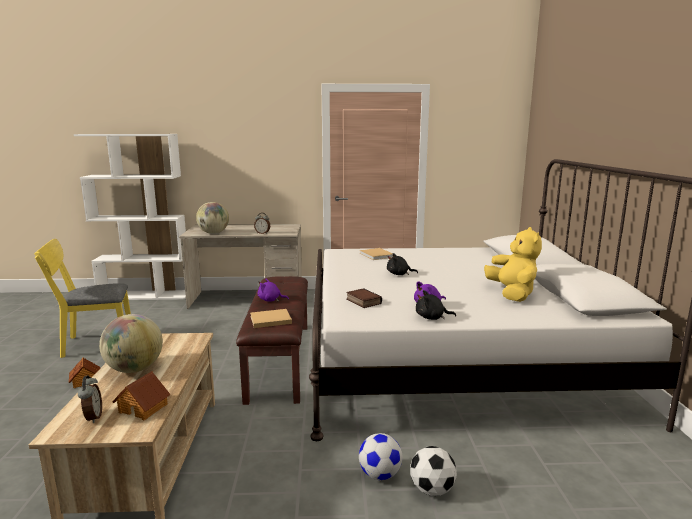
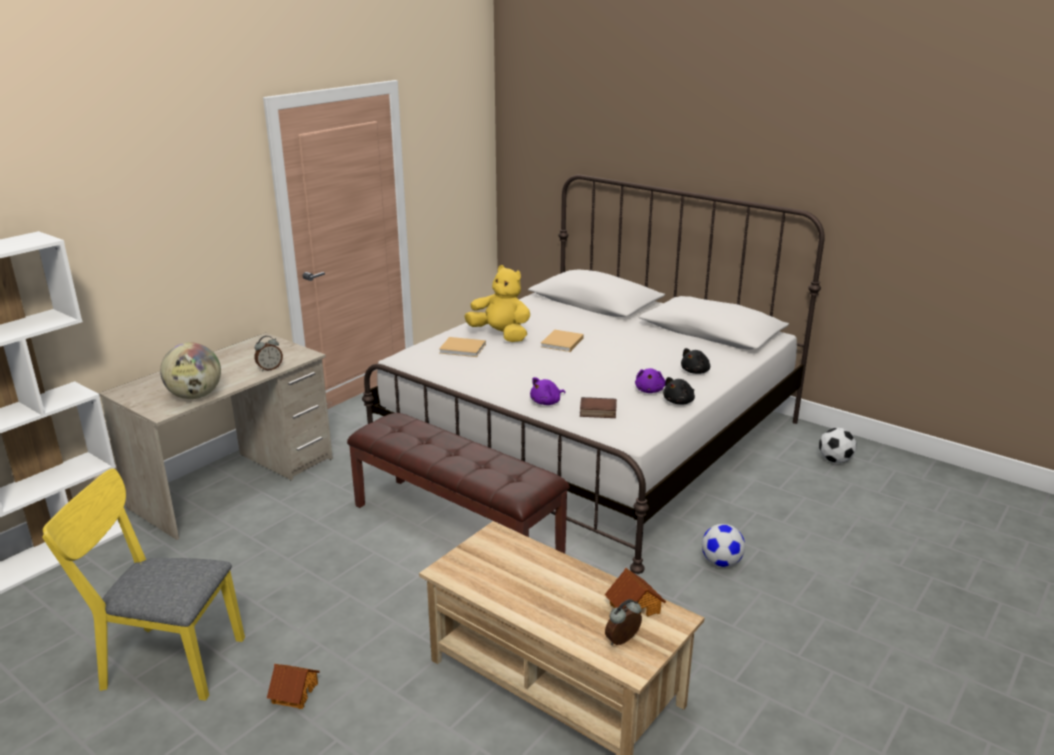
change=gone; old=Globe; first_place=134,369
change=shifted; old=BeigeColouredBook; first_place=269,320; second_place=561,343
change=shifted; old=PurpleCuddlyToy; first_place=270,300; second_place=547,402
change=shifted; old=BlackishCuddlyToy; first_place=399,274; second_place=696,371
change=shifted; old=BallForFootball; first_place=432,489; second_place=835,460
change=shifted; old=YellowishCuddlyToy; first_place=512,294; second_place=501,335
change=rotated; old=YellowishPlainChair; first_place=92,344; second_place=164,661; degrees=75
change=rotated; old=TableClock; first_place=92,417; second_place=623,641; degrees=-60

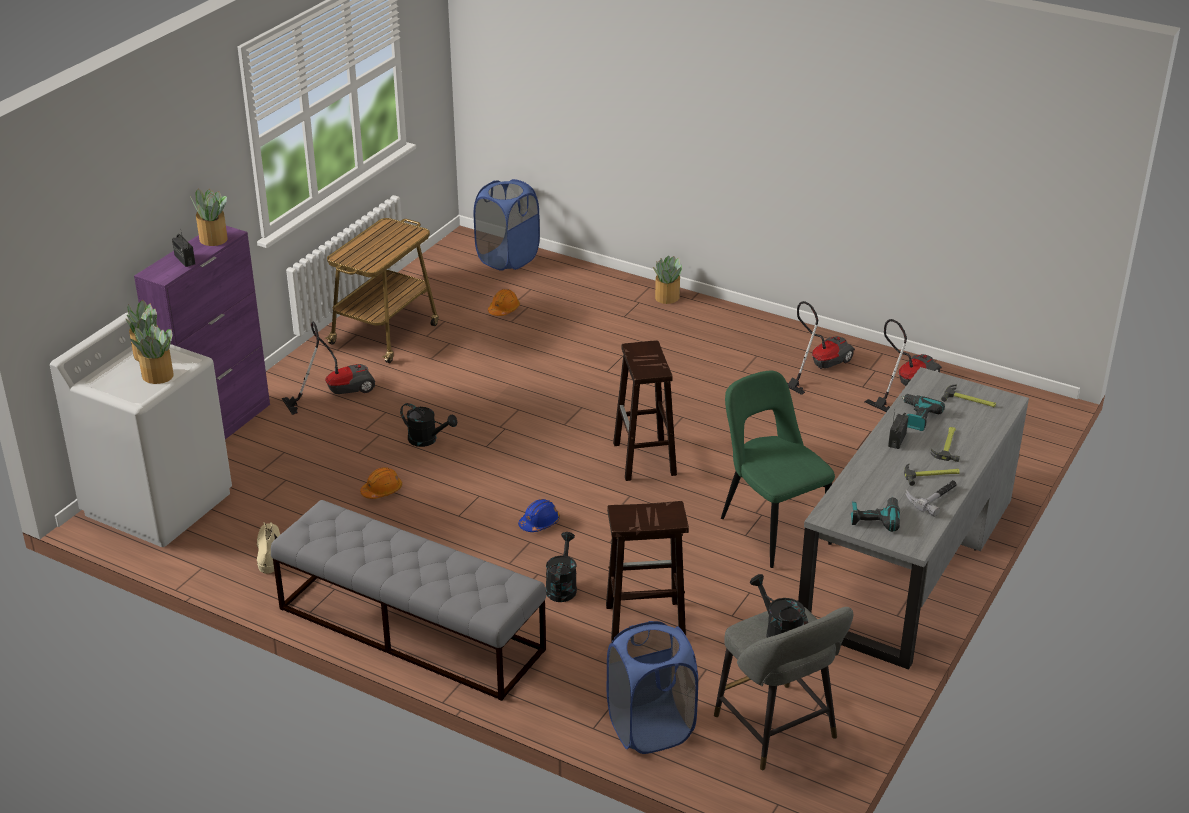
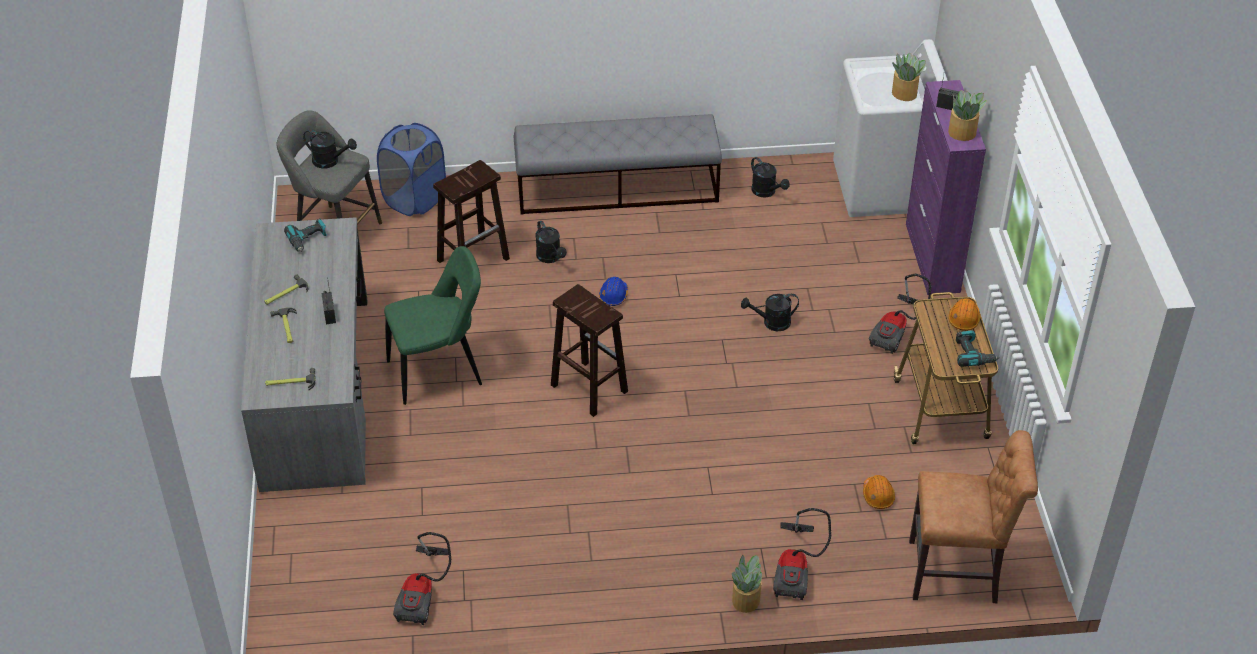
change=gone; old=PottedPlant; first_place=158,376
change=gone; old=HandHammer; first_place=932,497
change=shifted; old=OrangeColouredHardHat; first_place=382,490; second_place=963,319
change=shifted; old=Vacuum; first_place=819,366; second_place=796,570
change=shifted; old=Drill; first_place=916,417; second_place=973,354
change=swapped; old=BeigeColouredTallBoot; new=BlackishWateringPot; first_place=269,551; second_place=766,192
change=swapped; old=BluishWashingBasket; new=BrownPlainChair; first_place=507,258; second_place=958,573
change=rotated; old=GreenishPlainChair; first_place=771,529; second_place=439,372; degrees=-45

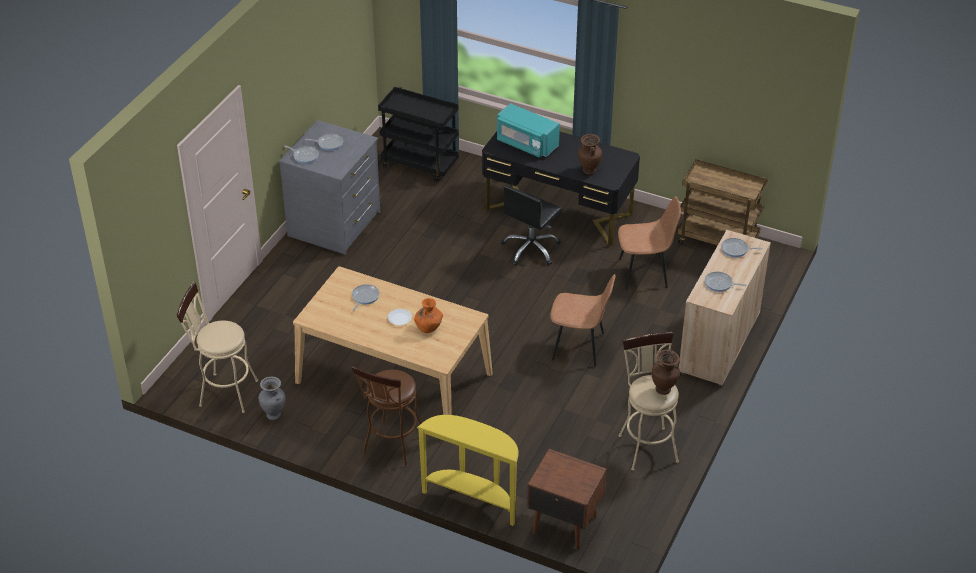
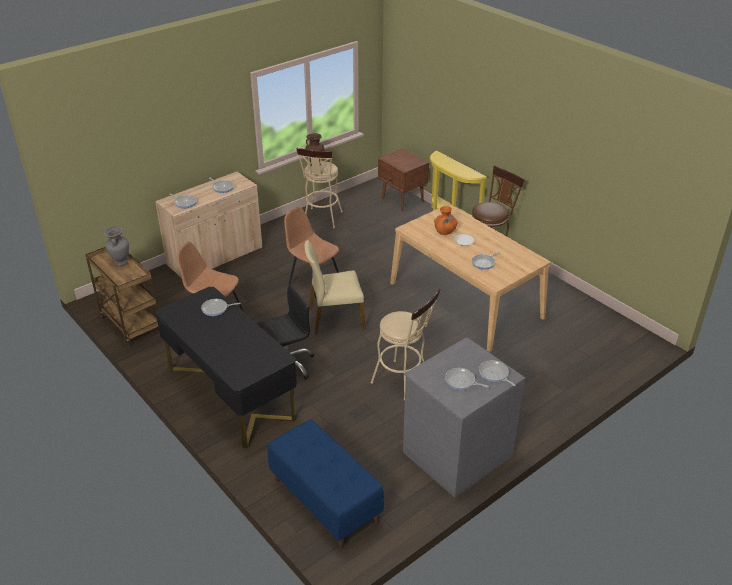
change=gone; old=TurquoiseColouredMicrowaveOven; first_place=526,143
change=new; new=BeigeColouredPlainChair; second_place=335,318
change=shifted; old=BeigeColouredStool; first_place=223,392; second_place=404,381
change=shifted; old=GreyishDecorativeVase; first_place=274,415; second_place=120,262
change=swapped; old=BlackishTrolley; new=BluishLongSeat; first_place=421,165; second_place=324,500
change=swapped; old=BrownDecorativeVase; new=Skillet; first_place=588,171; second_place=216,309

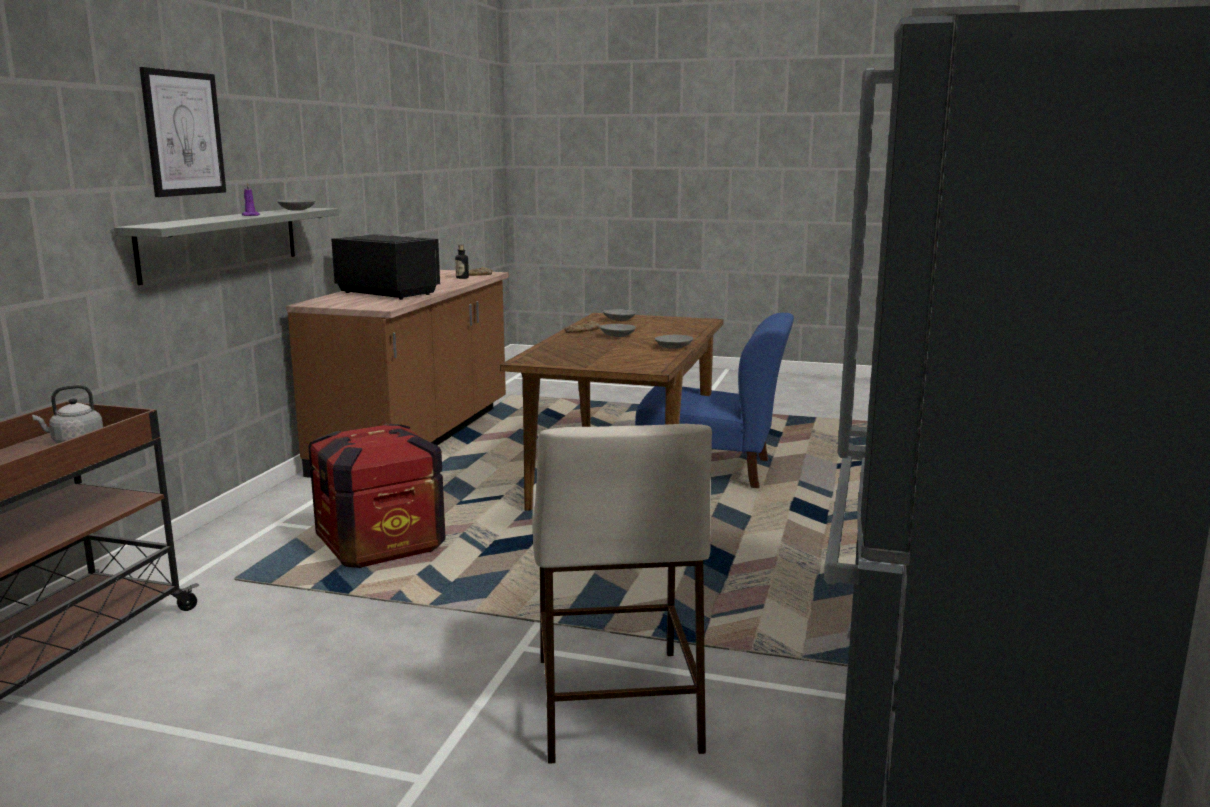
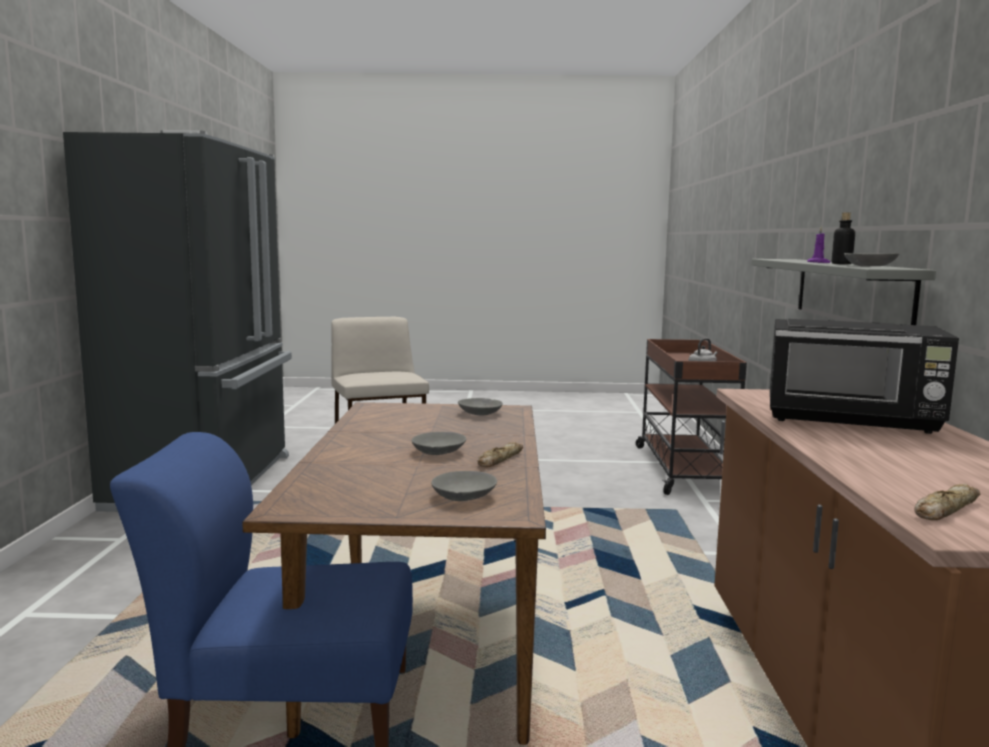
change=gone; old=WallPicture; first_place=183,133
change=gone; old=PackingCrate; first_place=380,545
change=shifted; old=Bottle; first_place=462,278; second_place=841,264
change=shifted; old=GreyishDeepDish; first_place=673,347; second_place=480,413

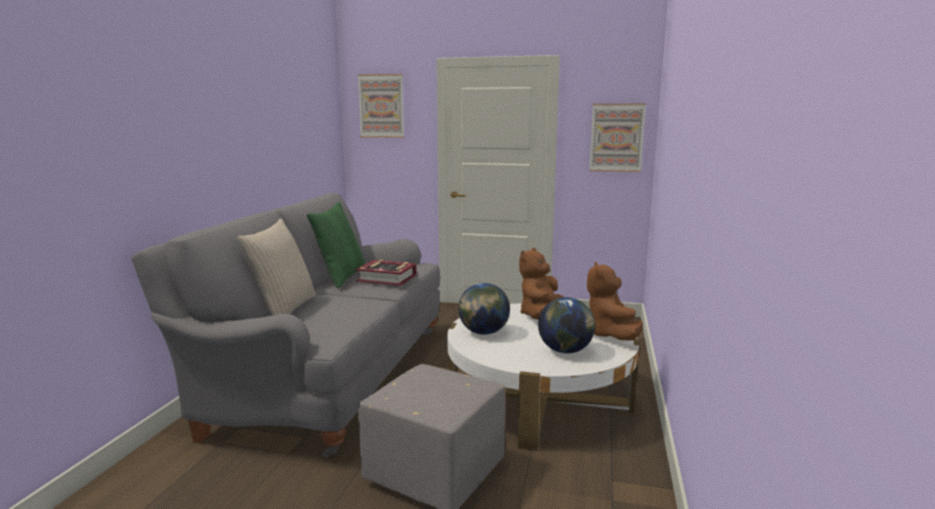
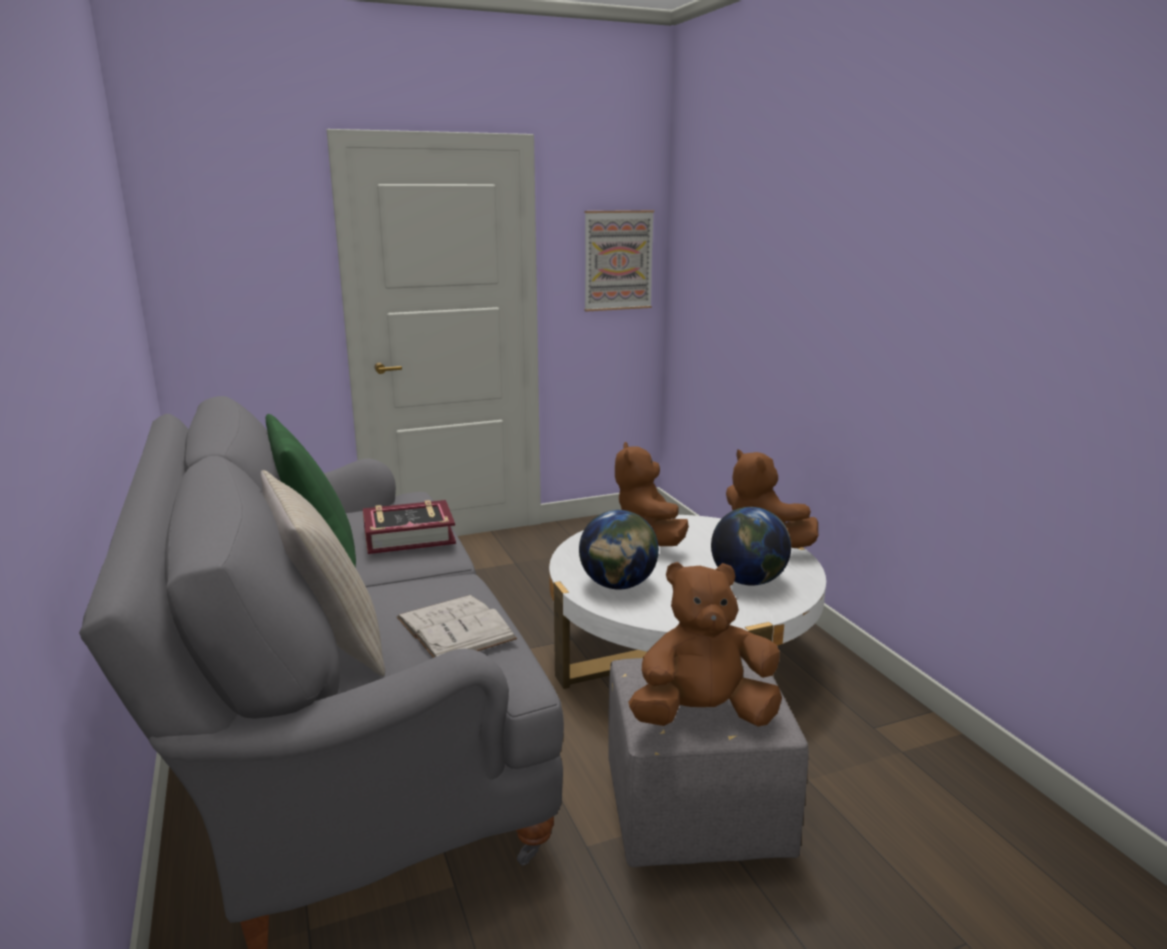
change=gone; old=WallPicture; first_place=381,106
change=new; new=WhitishBook; second_place=455,628
change=new; new=BrownCuddlyToy; second_place=703,715

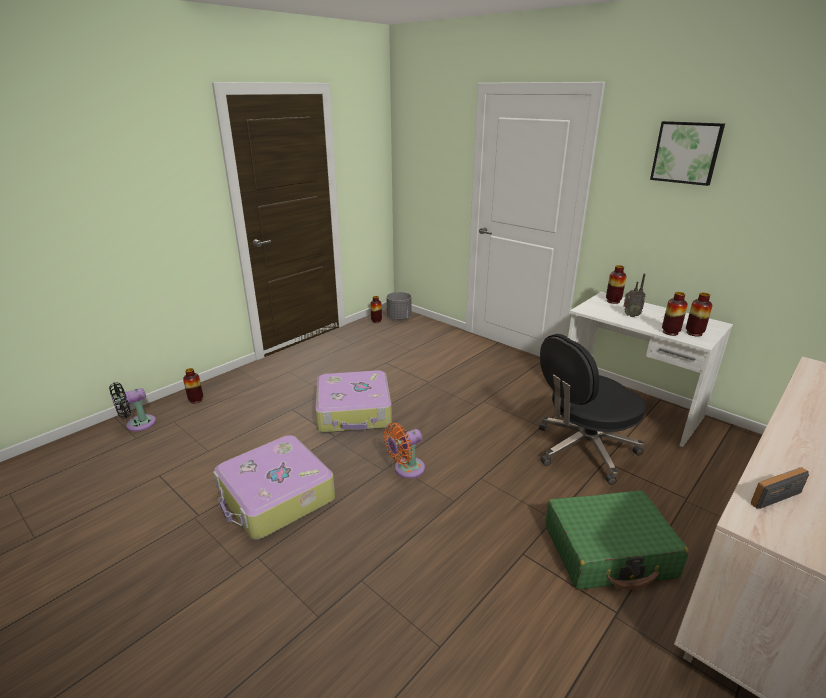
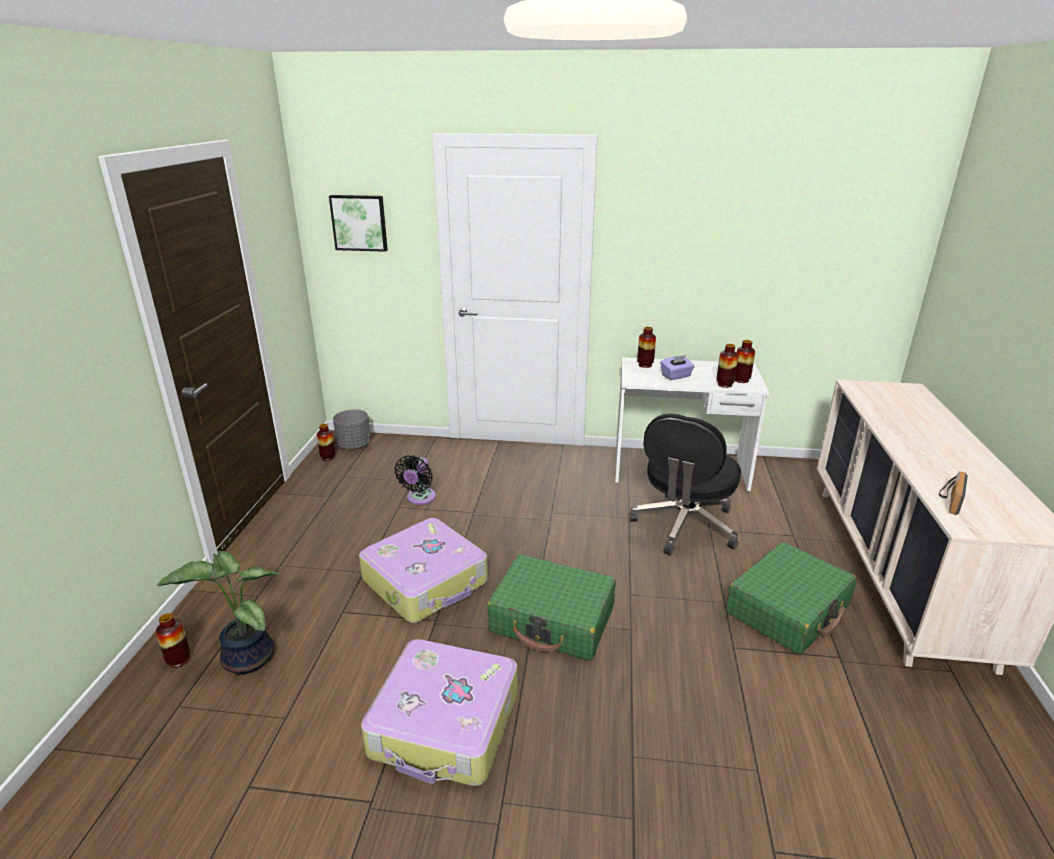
change=new; new=PottedPlant; second_place=245,658
change=shifted; old=BlackishElectricFan; first_place=137,424; second_place=419,498
change=shifted; old=WallPicture; first_place=686,152; second_place=359,222
change=swapped; old=OrangeColouredElectricFan; new=GreenishPieceOfLuggage; first_place=406,469; second_place=553,620
change=swapped; old=Radio; new=PurpleTissueHolder; first_place=630,315; second_place=676,376

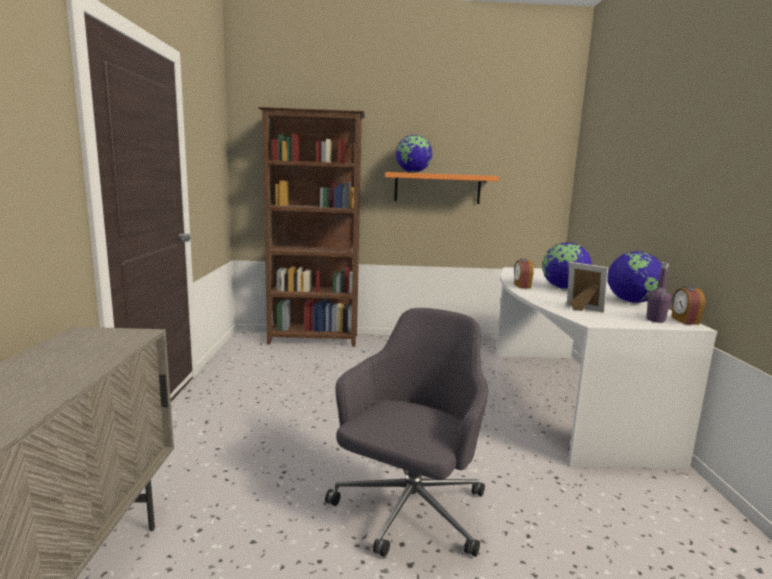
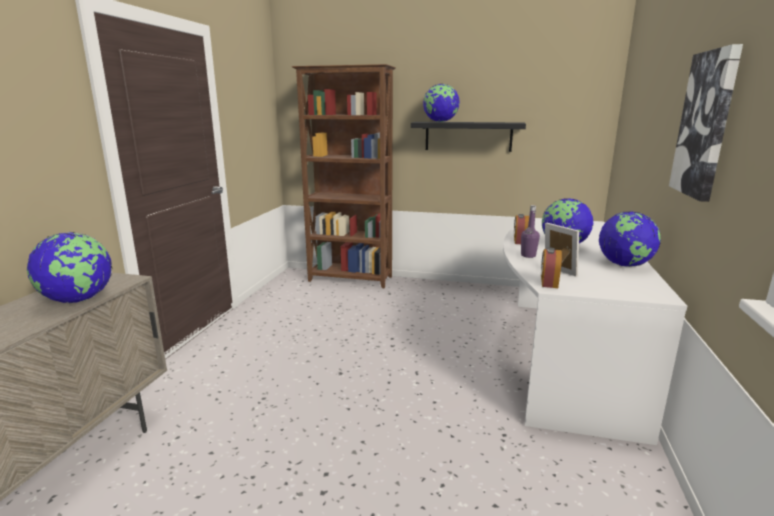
change=gone; old=GreyishDeskChair; first_place=409,511
change=new; new=Globe; second_place=78,300
change=new; new=WallPicture; second_place=706,124
change=shifted; old=PurpleBottle; first_place=655,320; second_place=528,255
change=shifted; old=TableClock; first_place=684,321; second_place=548,283
change=repainted; old=OrangeColouredShelf; new=BlackishShelf; first_place=437,188; second_place=468,136

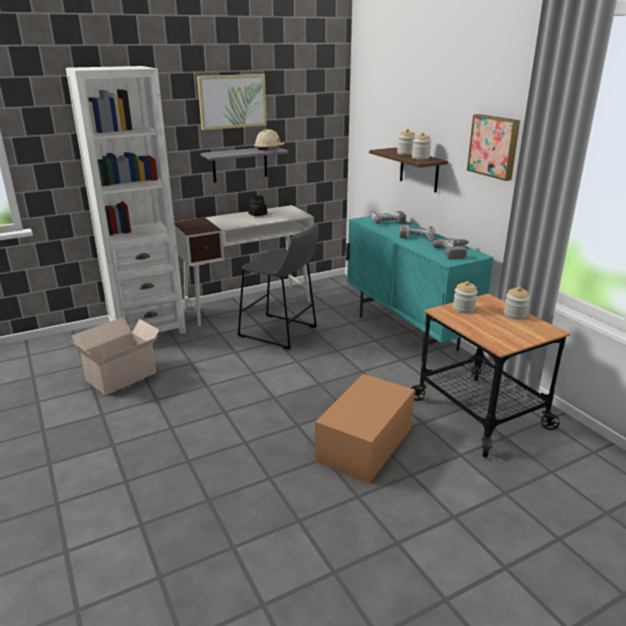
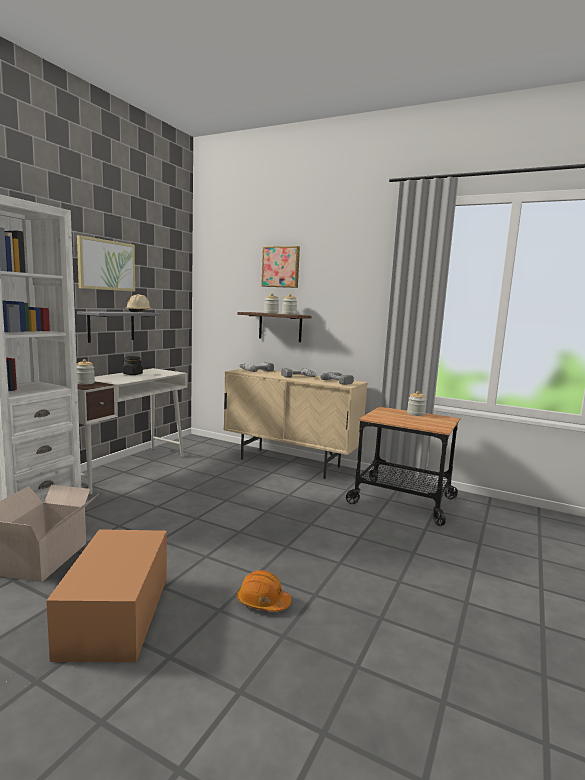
change=gone; old=GreyishStool; first_place=281,333
change=new; new=OrangeColouredHardHat; second_place=262,602
change=shifted; old=PackingBox; first_place=365,443; second_place=116,614
change=shifted; old=PreserveJar; first_place=463,309; second_place=85,383
change=shifted; old=WallPicture; first_place=494,146; second_place=281,267
change=repainted; old=TurquoiseColouredCabinet; new=BeigeColouredCabinet; first_place=407,333; second_place=290,463

